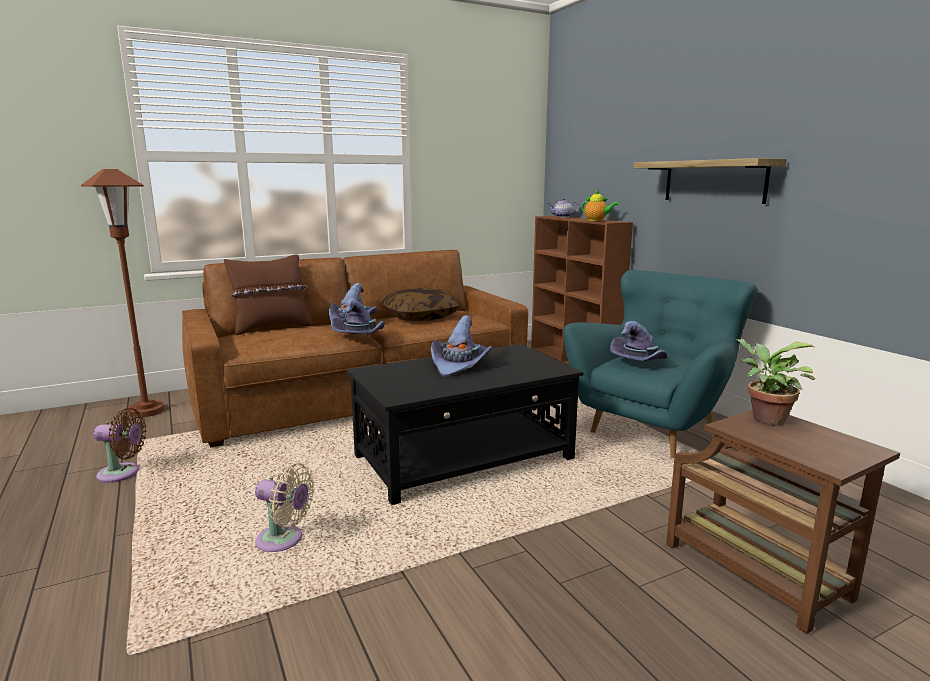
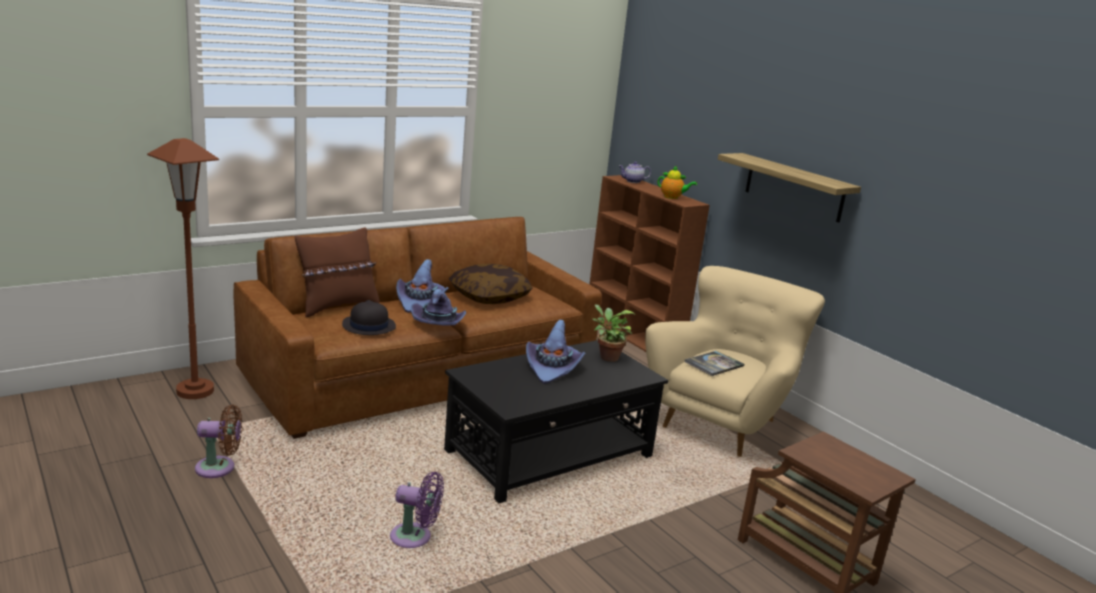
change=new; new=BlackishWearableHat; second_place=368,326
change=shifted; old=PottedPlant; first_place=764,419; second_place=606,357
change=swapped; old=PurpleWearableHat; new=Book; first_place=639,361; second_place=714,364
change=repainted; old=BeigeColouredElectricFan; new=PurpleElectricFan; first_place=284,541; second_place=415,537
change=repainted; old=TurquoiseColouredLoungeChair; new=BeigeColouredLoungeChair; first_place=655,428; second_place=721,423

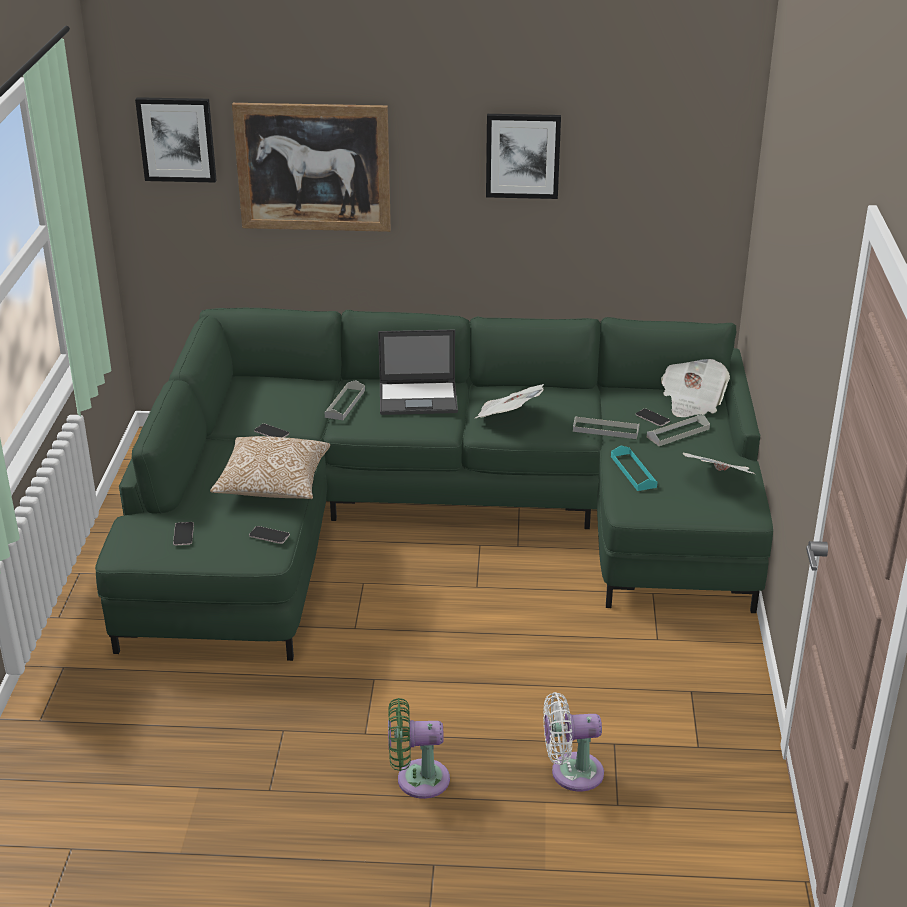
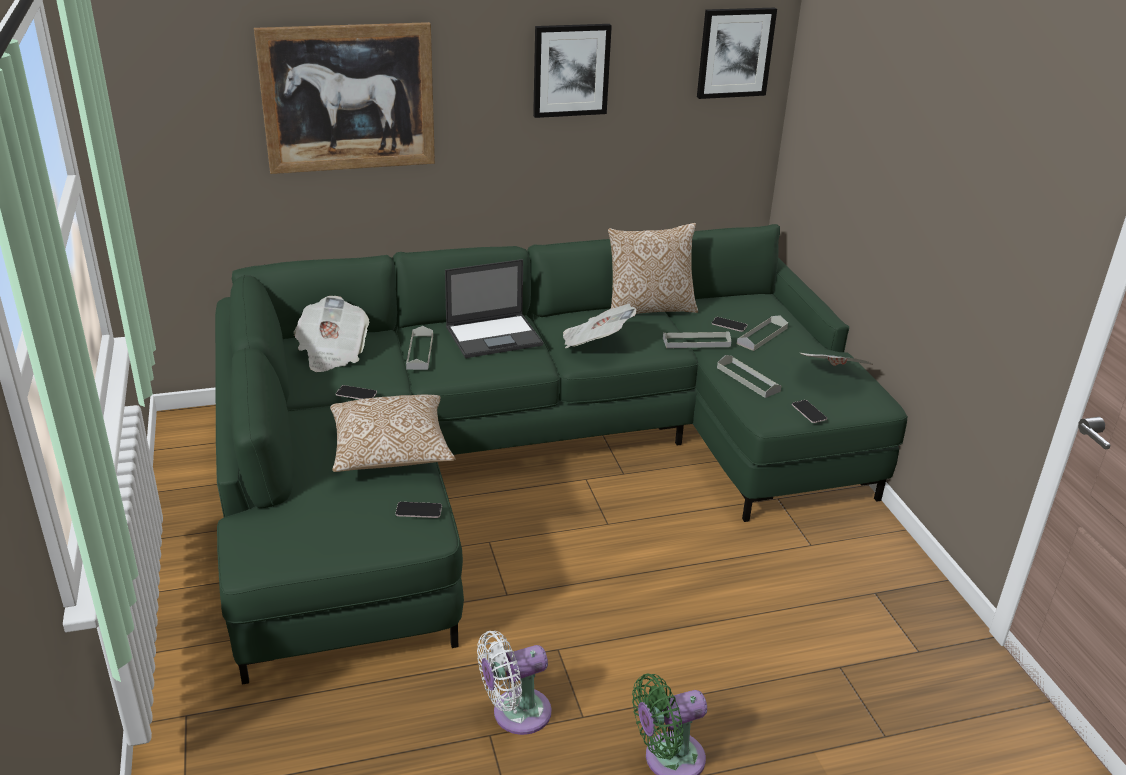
change=new; new=Cushion; second_place=649,309
change=shifted; old=WallPicture; first_place=177,139; second_place=735,52
change=shifted; old=Telephone; first_place=183,534; second_place=809,412
change=shifted; old=WhitishElectricFan; first_place=571,773; second_place=515,713
change=shifted; old=DailyPaper; first_place=692,401; second_place=332,353
change=repainted; old=TurquoiseColouredServingTray; new=GreyishServingTray; first_place=633,472; second_place=748,379

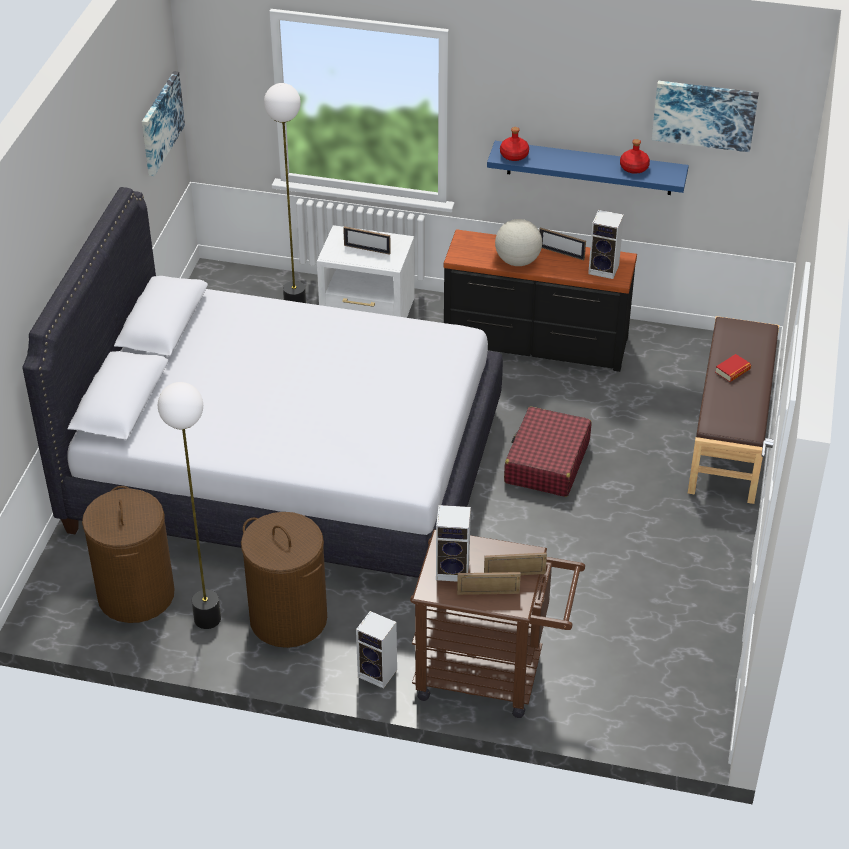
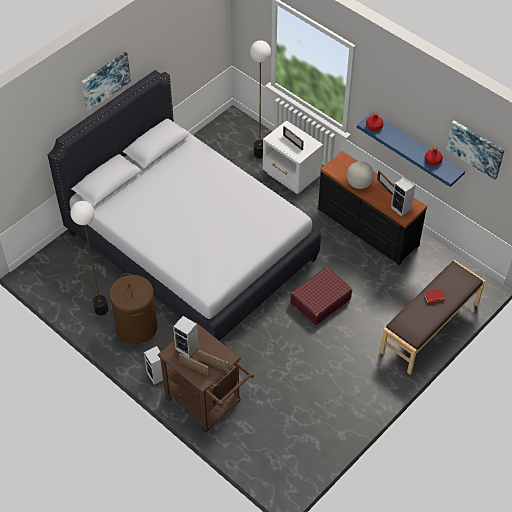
change=gone; old=BrownWashingBasket; first_place=135,595
change=shifted; old=WallPicture; first_place=160,123; second_place=105,80

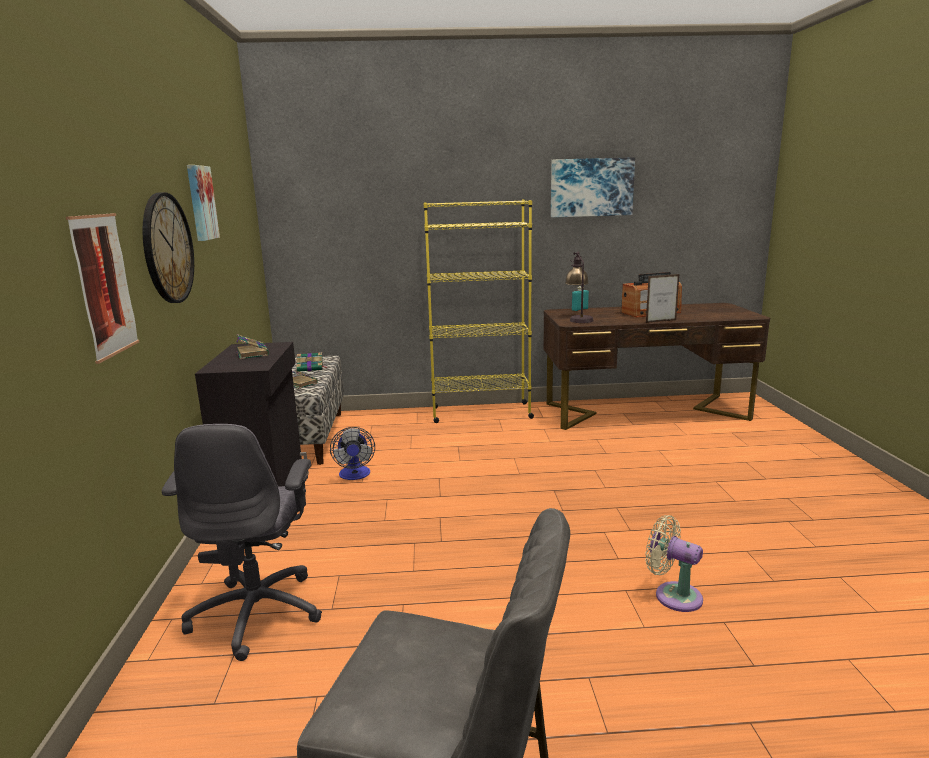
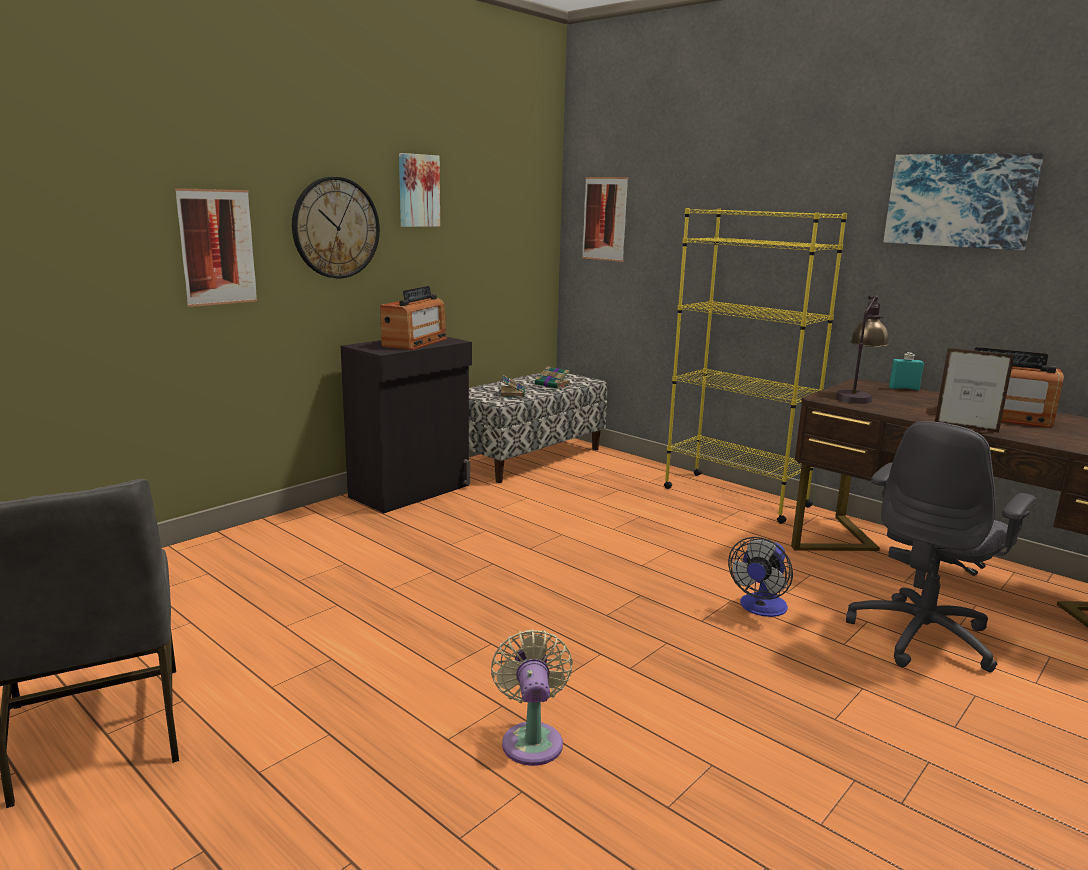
change=new; new=WallPicture; second_place=604,219
change=shifted; old=GreyishDeskChair; first_place=258,612; second_place=923,636
change=shifted; old=ElectricFan; first_place=355,475; second_place=760,608
change=swapped; old=Book; new=Radio; first_place=252,353; second_place=415,342

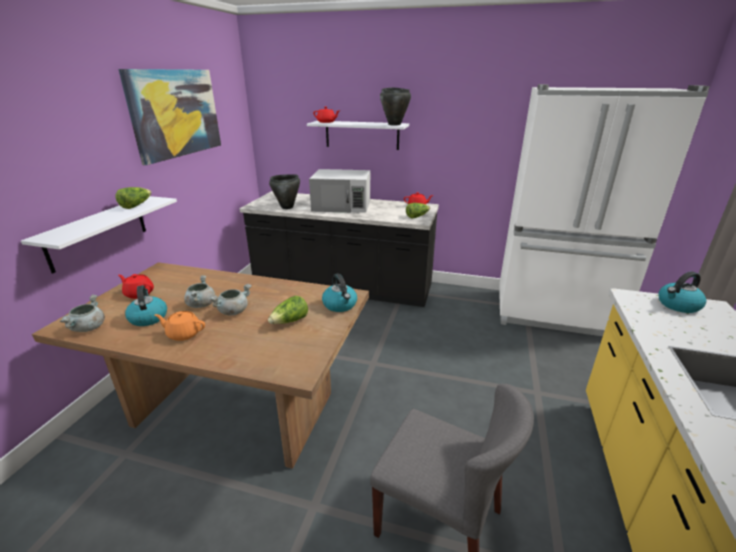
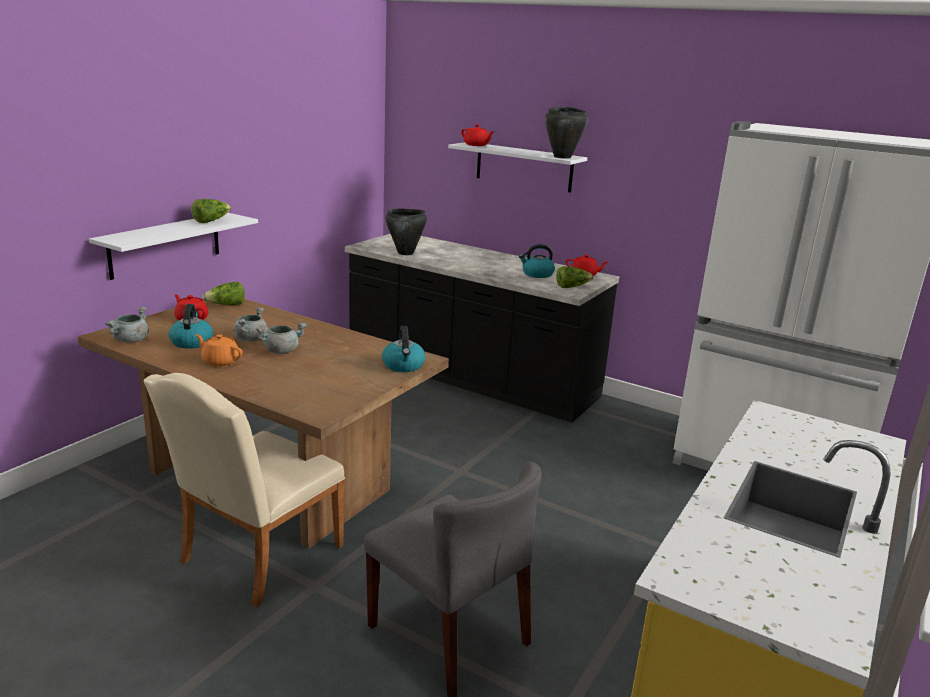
change=gone; old=WallPicture; first_place=176,113
change=gone; old=WhitishMicrowaveOven; first_place=342,205
change=new; new=BeigeColouredPlainChair; second_place=254,558
change=shifted; old=LettuceHead; first_place=290,321; second_place=226,305
change=shifted; old=WaterKettle; first_place=678,305; second_place=537,274

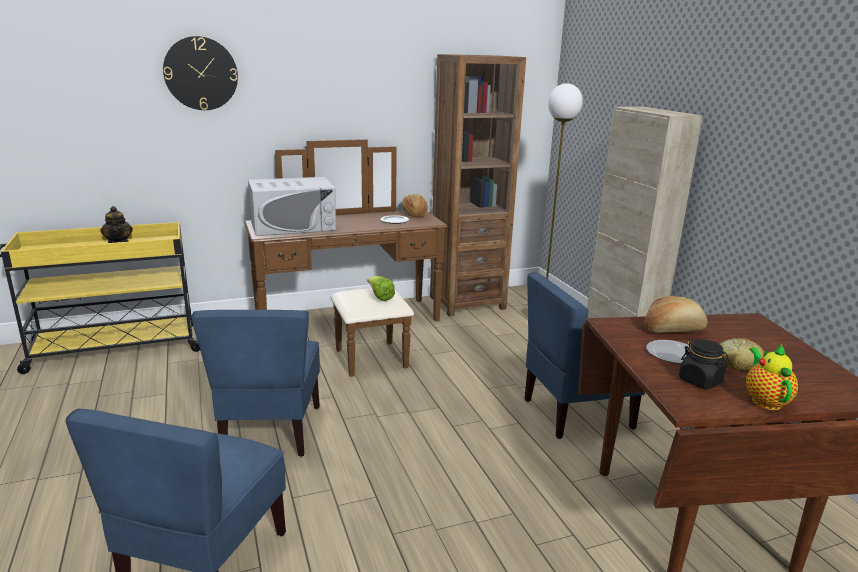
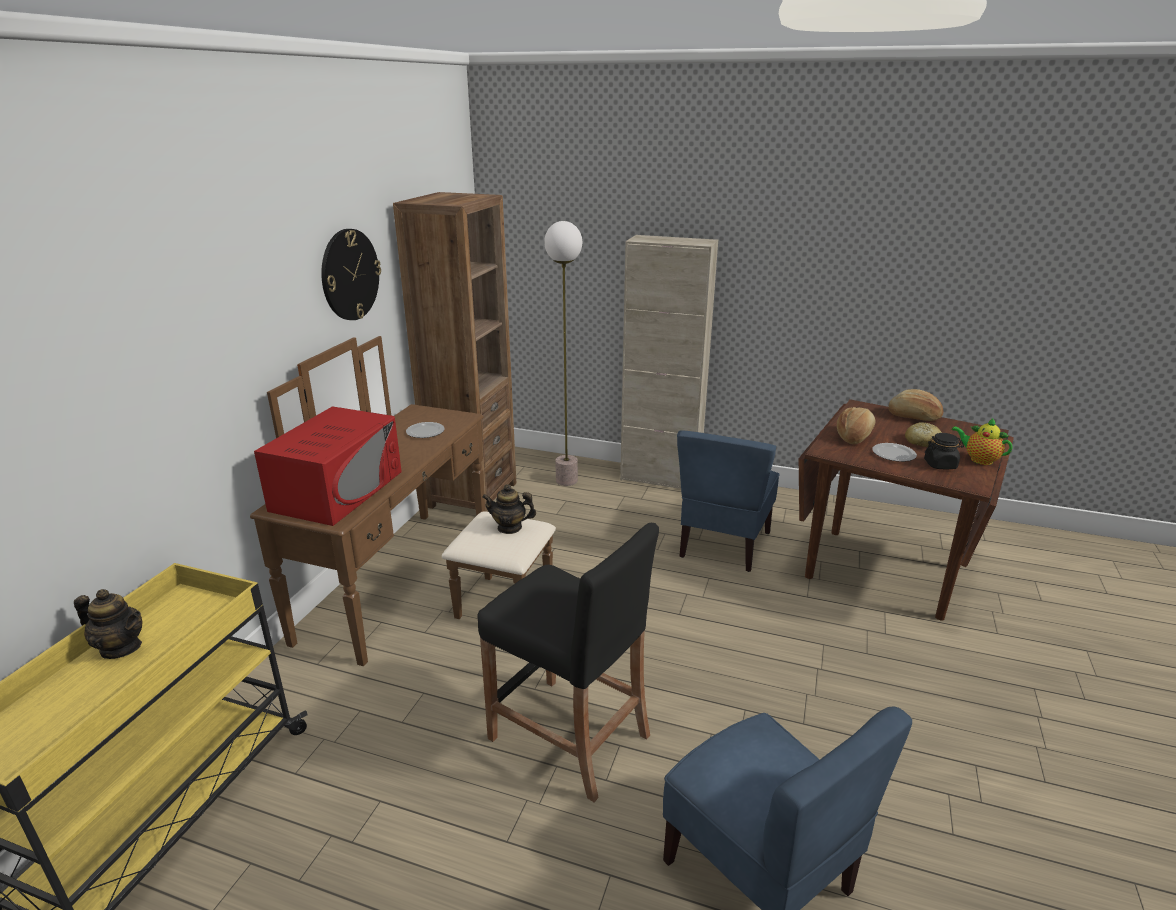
change=shifted; old=ClockOnTheWall; first_place=201,73; second_place=350,275
change=shifted; old=Bread; first_place=415,214; second_place=913,416
change=swapped; old=BluishPlainChair; new=BlackishStool; first_place=270,431; second_place=569,737
change=swapped; old=LettuceHead; new=TeaPot; first_place=380,297; second_place=510,527
change=repainted; old=WhitishMicrowaveOven; new=RedMicrowaveOven; first_place=293,226; second_place=338,491

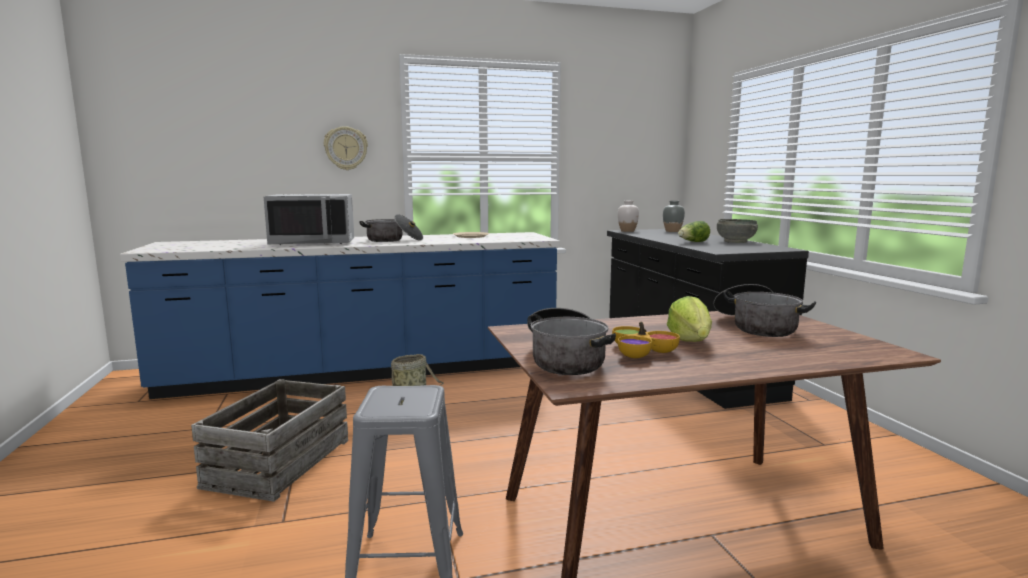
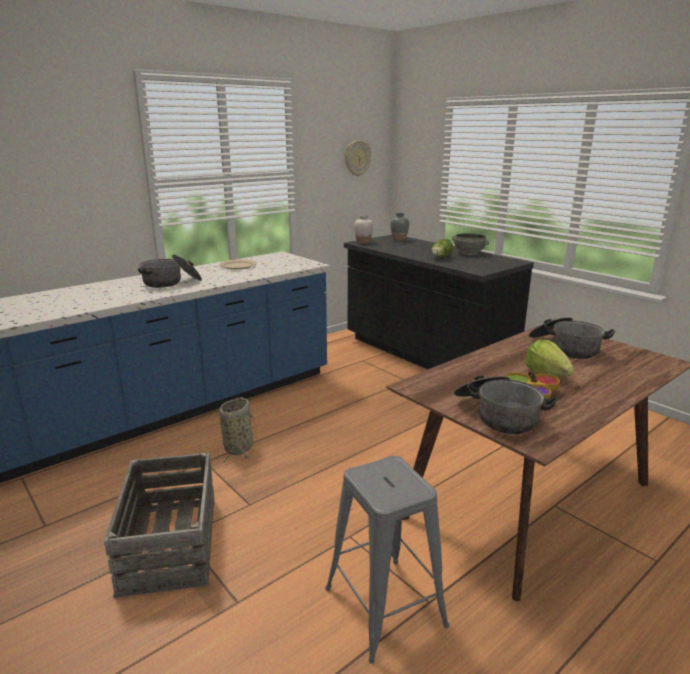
change=gone; old=GreyishMicrowaveOven; first_place=314,243
change=shifted; old=ClockOnTheWall; first_place=346,148; second_place=357,158

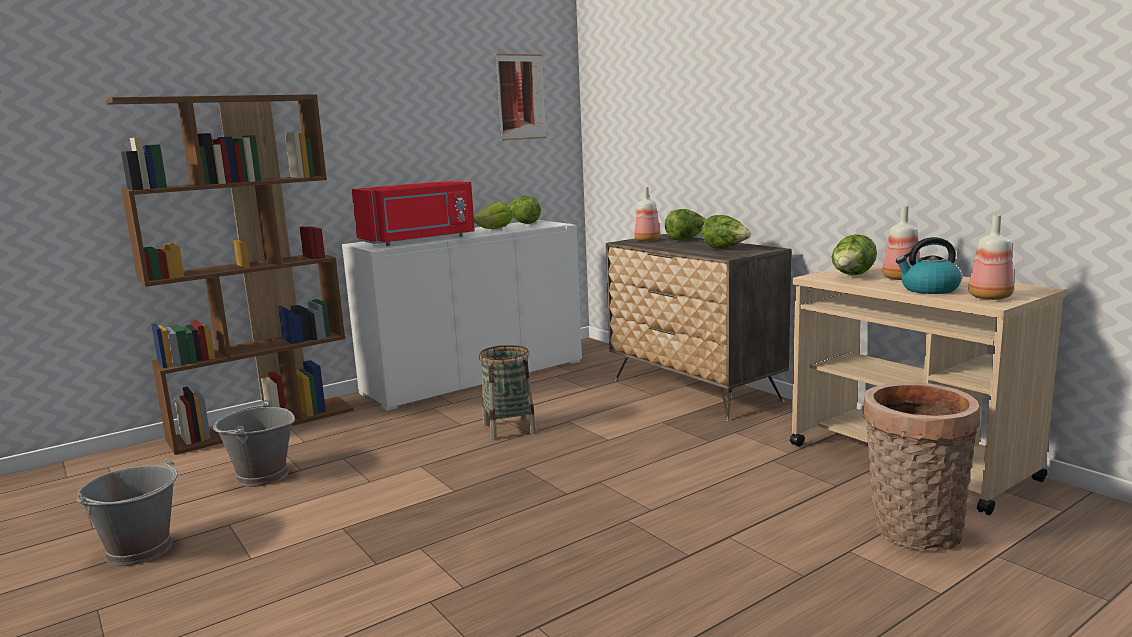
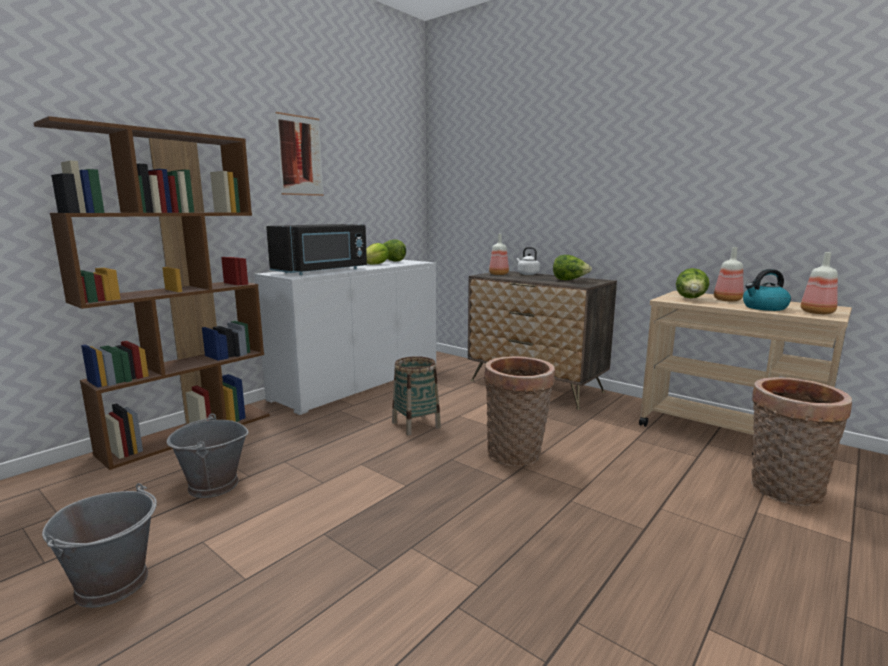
change=new; new=HouseholdBasket; second_place=516,455
change=shifted; old=WallPicture; first_place=521,97; second_place=300,156
change=swapped; old=LettuceHead; new=WhitishWaterKettle; first_place=686,239; second_place=527,274
change=repainted; old=RedMicrowaveOven; new=BlackishMicrowaveOven; first_place=419,240; second_place=323,271

